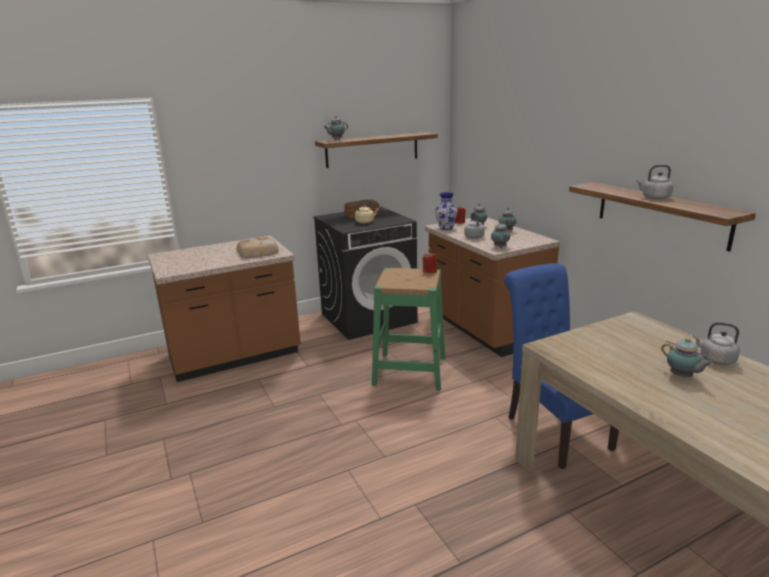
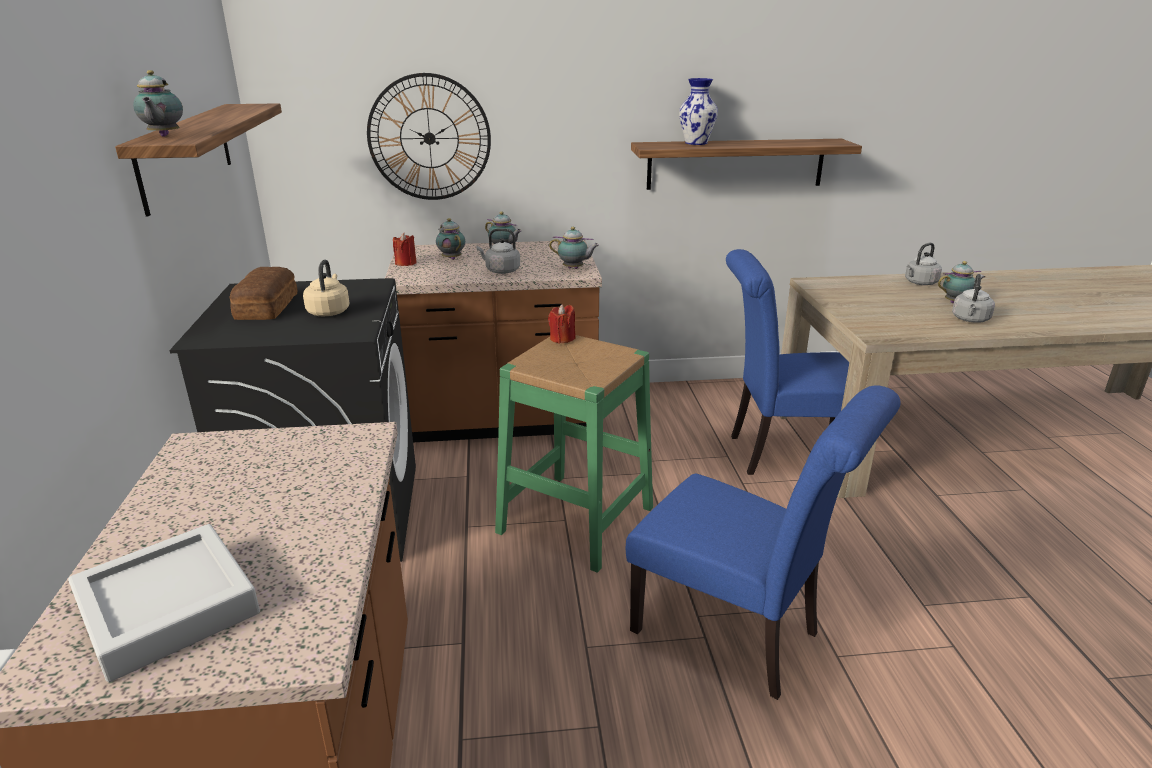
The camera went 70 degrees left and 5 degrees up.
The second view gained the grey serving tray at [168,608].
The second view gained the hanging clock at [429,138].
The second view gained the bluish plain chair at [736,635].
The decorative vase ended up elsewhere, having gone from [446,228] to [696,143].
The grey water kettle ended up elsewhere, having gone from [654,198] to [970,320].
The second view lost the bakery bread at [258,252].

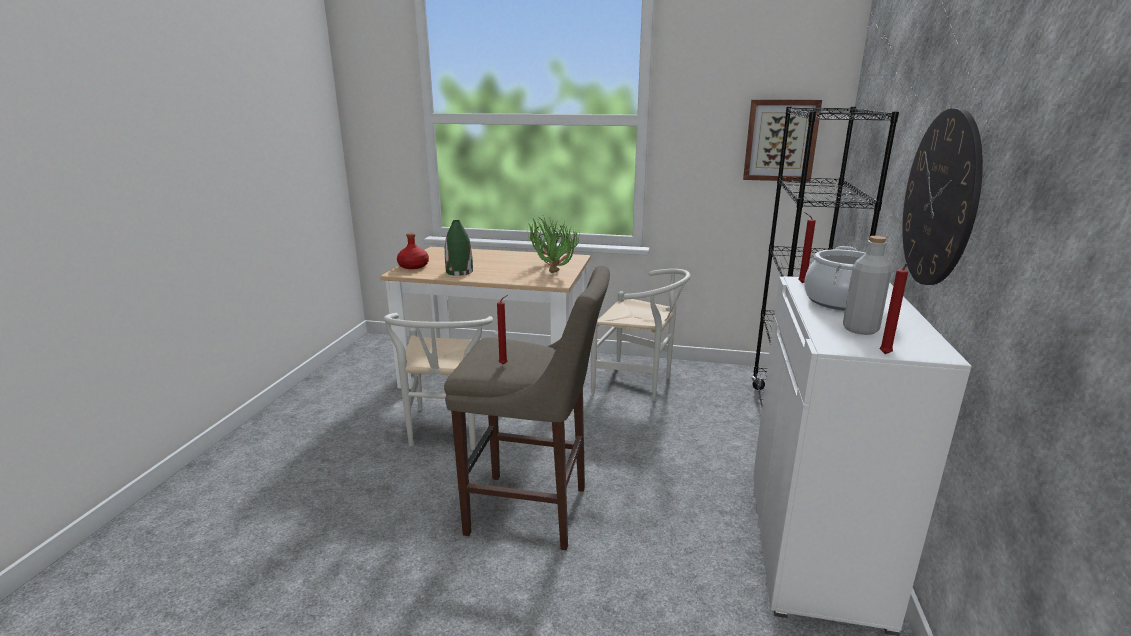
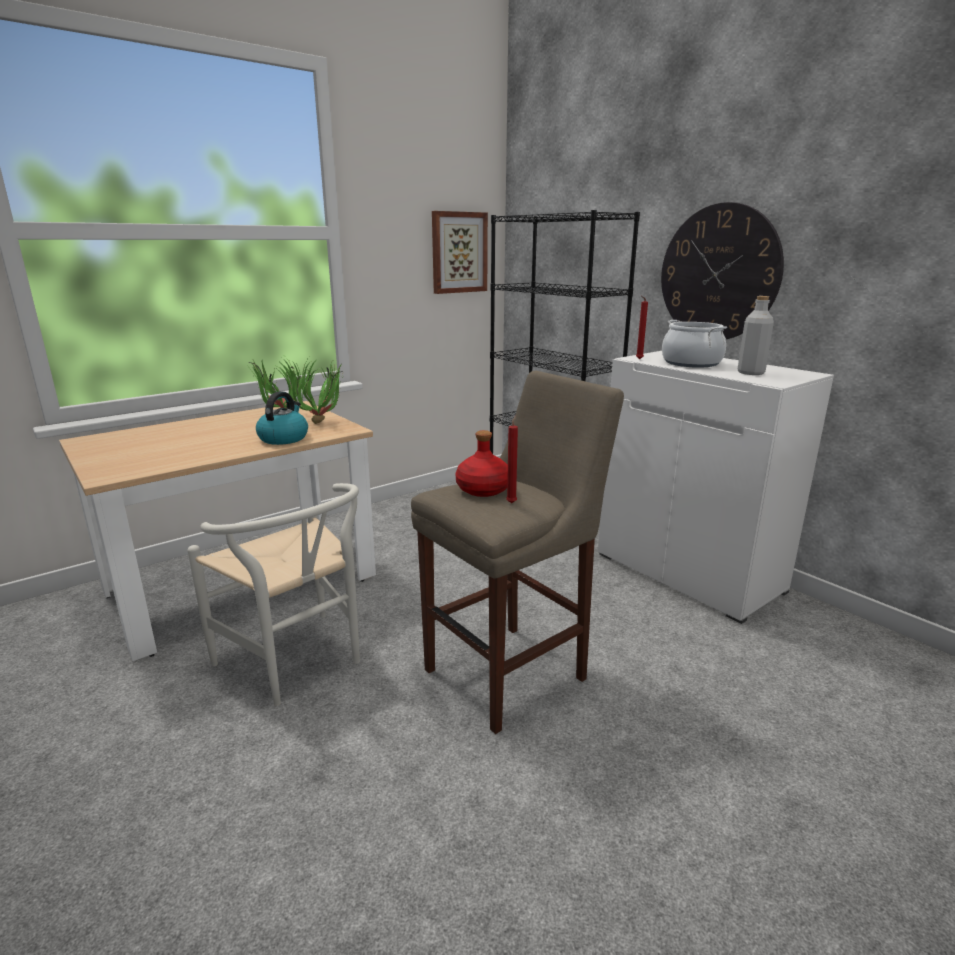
The camera went 50 degrees left and 0 degrees up.
The second view gained the water kettle at [284,438].
The red beverage bottle ended up elsewhere, having gone from [413,266] to [484,489].
The second view lost the greenish decorative vase at [459,271].
The second view lost the white-coloured plain chair at [638,384].
The second view lost the red candle at [885,355].

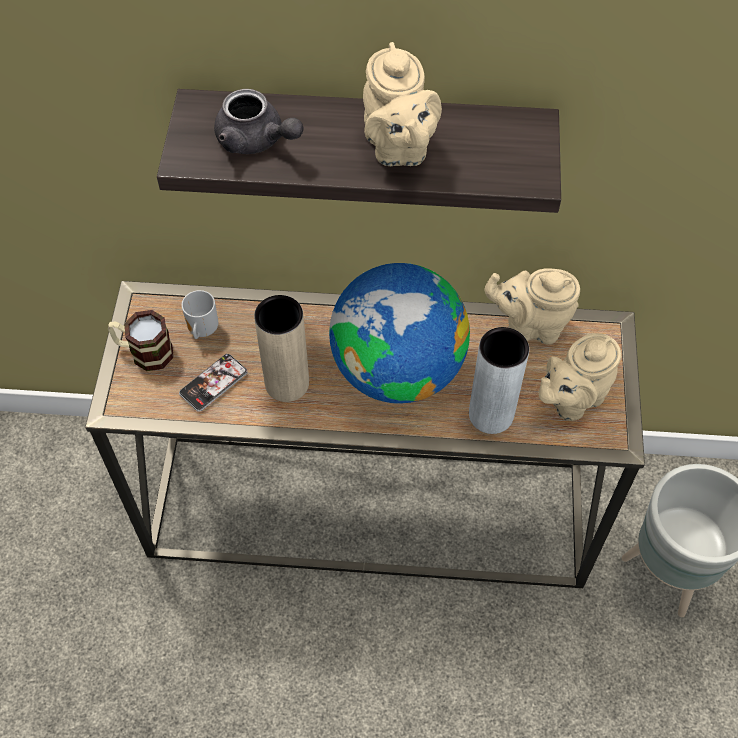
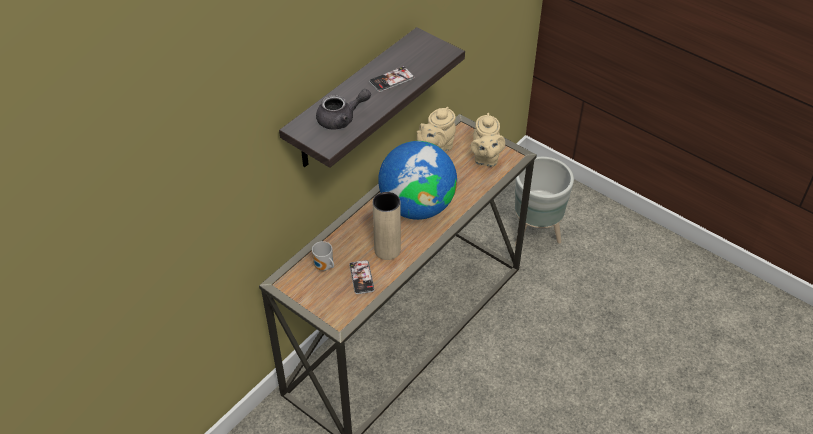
The camera went 55 degrees left and 10 degrees down.
Where the sand-coloured tea pot stood at [398,149], the telephone came to stand at [391,80].
The second view lost the coffee mug at [144,352].
The second view lost the grey decorative vase at [491,414].

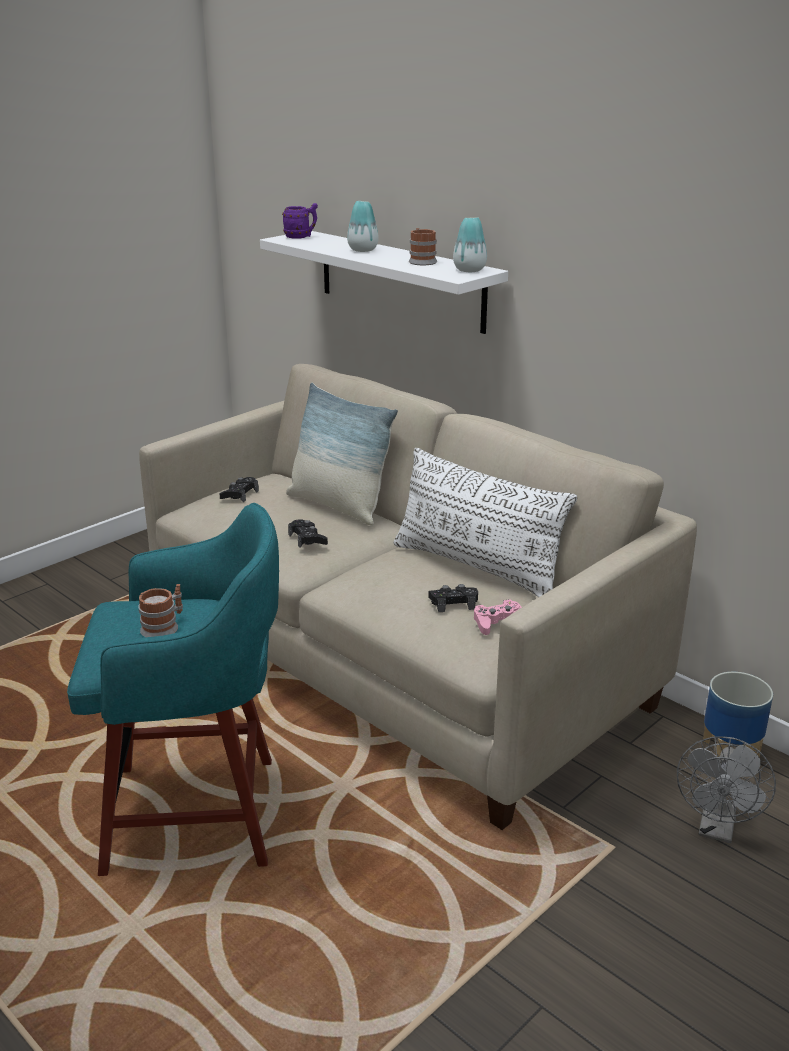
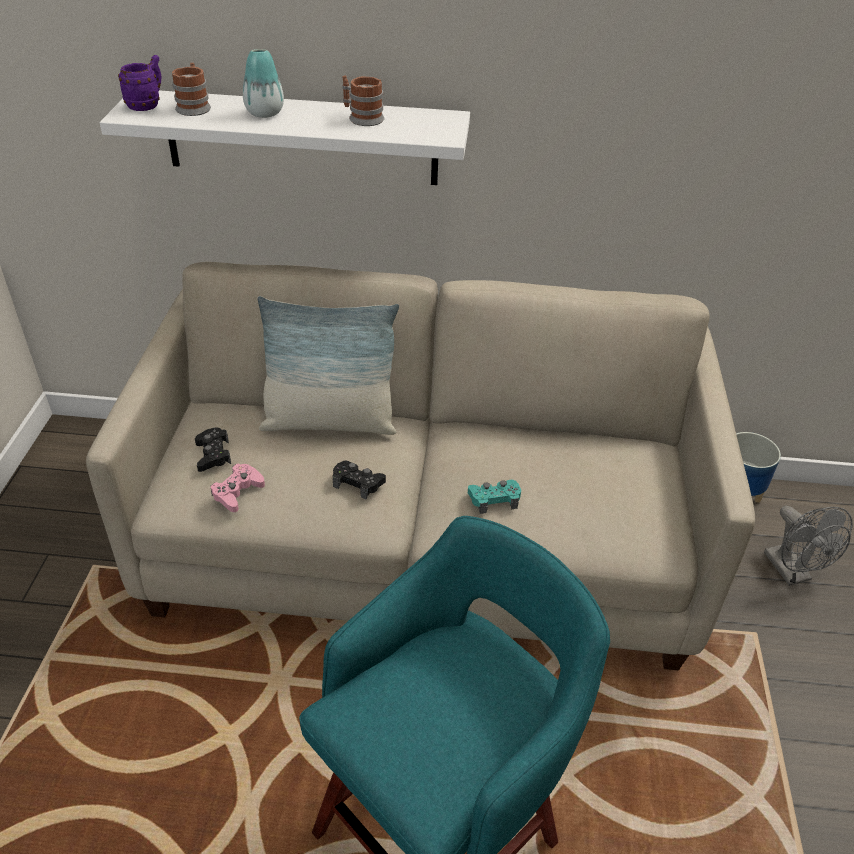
The camera went 40 degrees left and 15 degrees up.
The coffee mug ended up elsewhere, having gone from [164,627] to [194,106].
The pink joypad ended up elsewhere, having gone from [498,623] to [237,492].
The second view gained the turquoise joypad at [494,499].
The second view lost the white-coloured pillow at [477,567].
The second view lost the blackish joypad at [453,603].
The second view lost the decorative vase at [469,270].

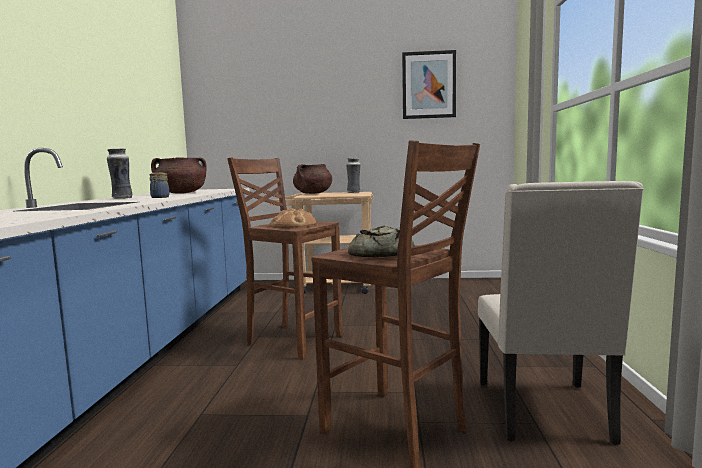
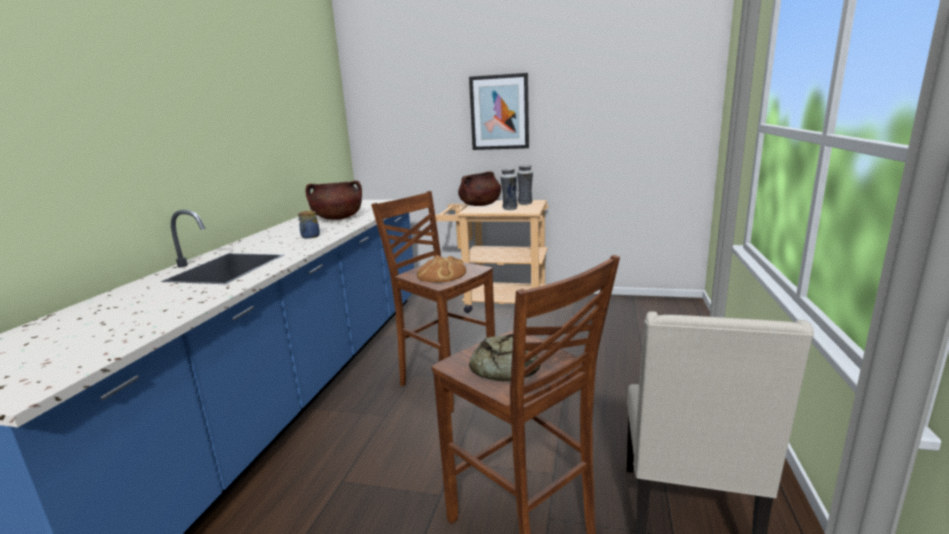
The camera went 10 degrees right and 10 degrees up.
The wall art ended up elsewhere, having gone from [428,85] to [499,112].
The decorative vase ended up elsewhere, having gone from [121,198] to [509,209].

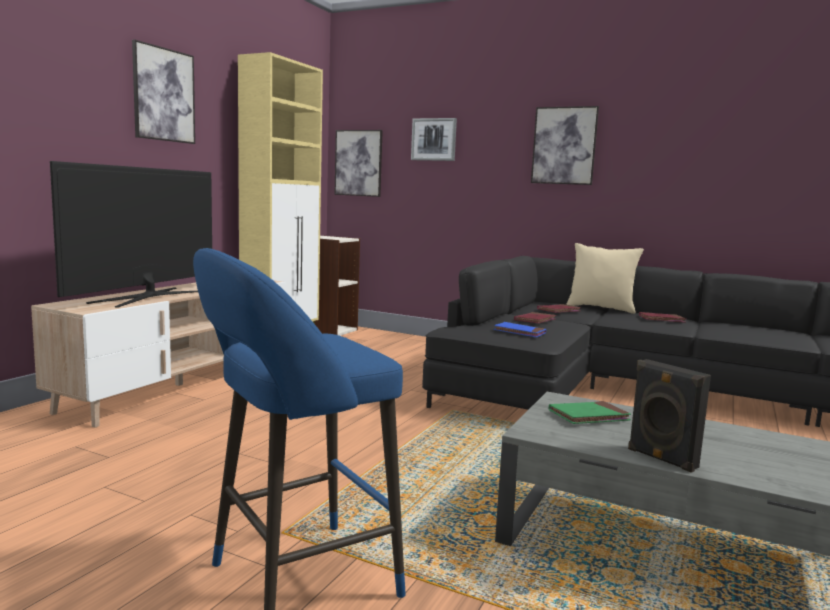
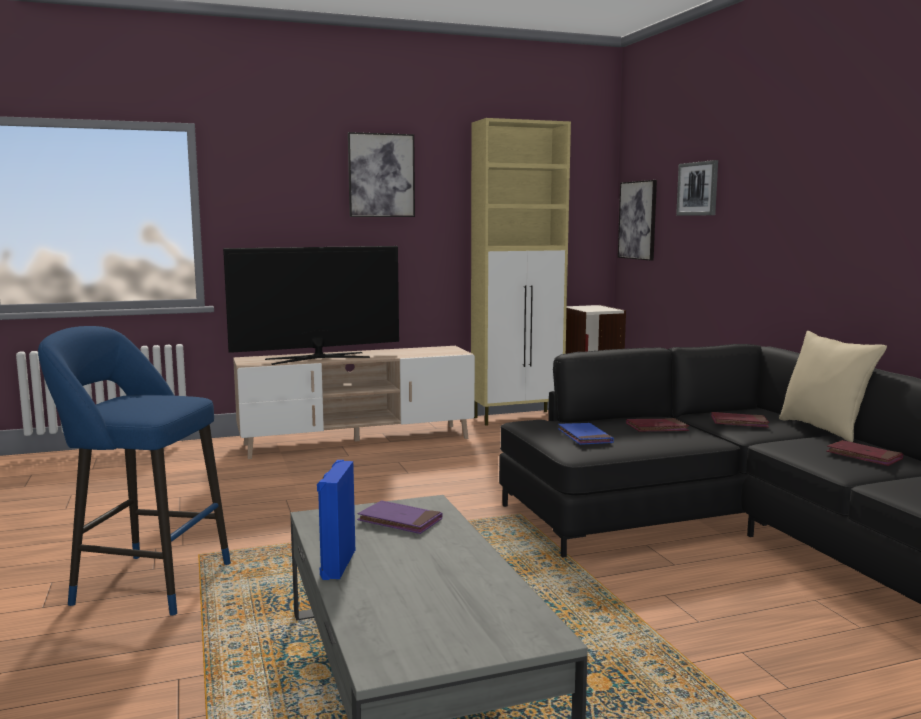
The camera went 45 degrees right and 0 degrees up.
What was the blackish audio speaker at [661,459] turned into the bluish audio speaker at [336,564].
What was the greenish book at [588,416] turned into the purple-coloured book at [400,521].
The second view lost the wall art at [564,145].

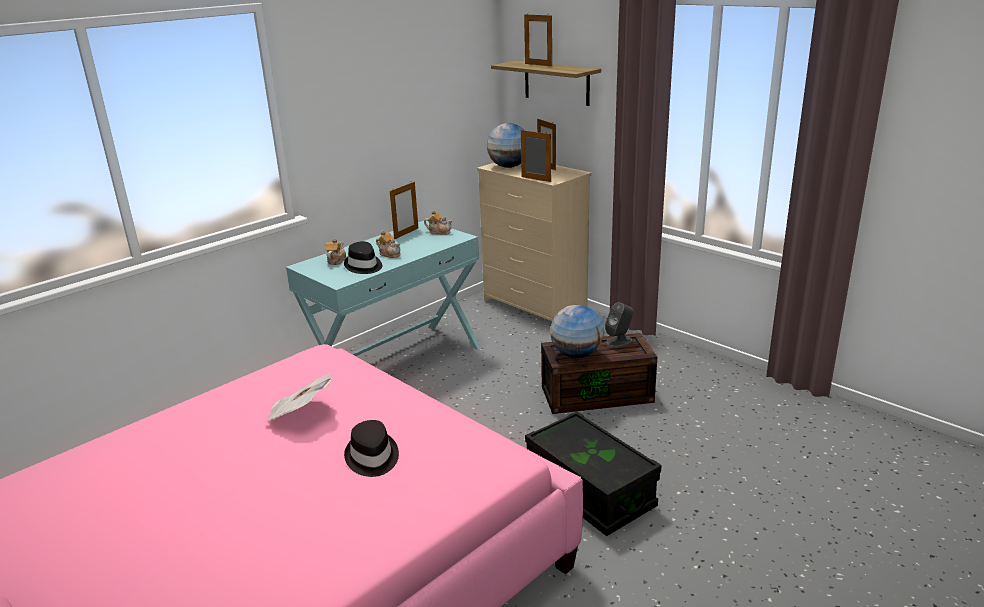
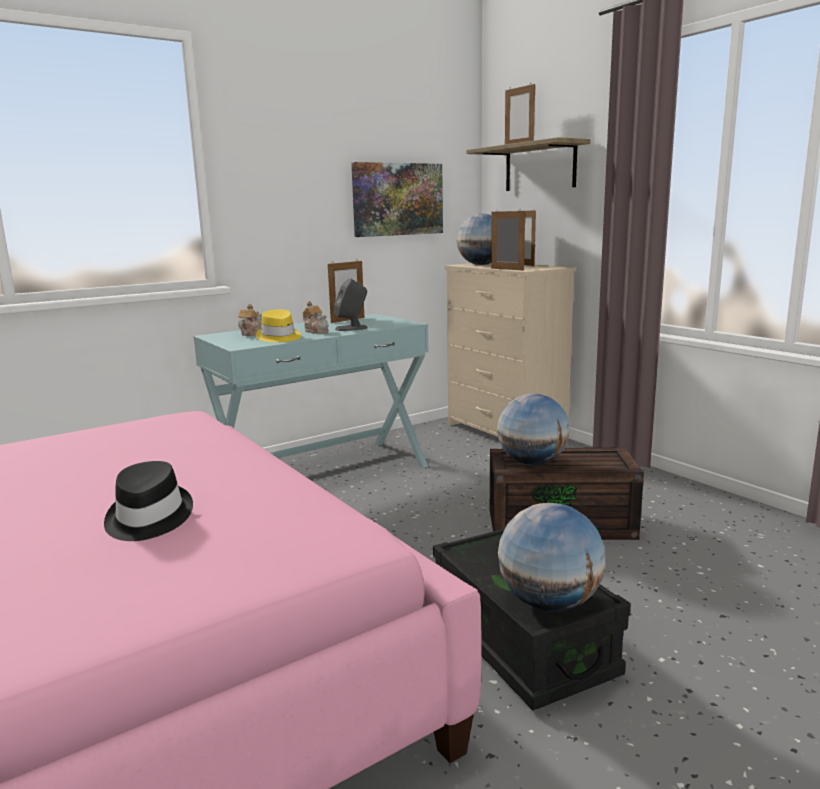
The camera went 10 degrees right and 10 degrees down.
What was the blackish hat at [363,266] turned into the yellowish hat at [278,337].
The grey audio speaker ended up elsewhere, having gone from [619,342] to [352,328].
The second view gained the wall art at [397,199].
The second view gained the globe at [549,603].
The second view lost the newspaper at [300,414].
The second view lost the tea pot at [439,232].

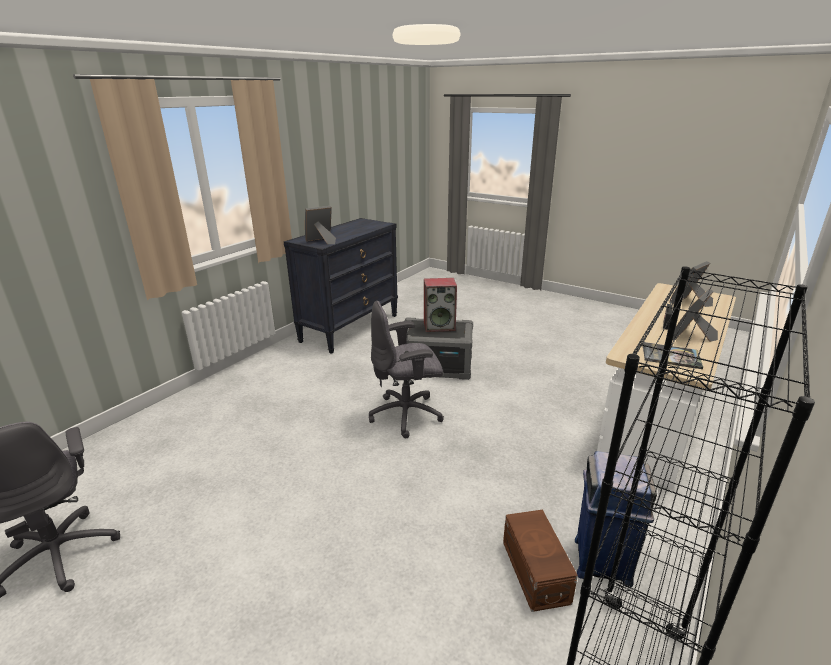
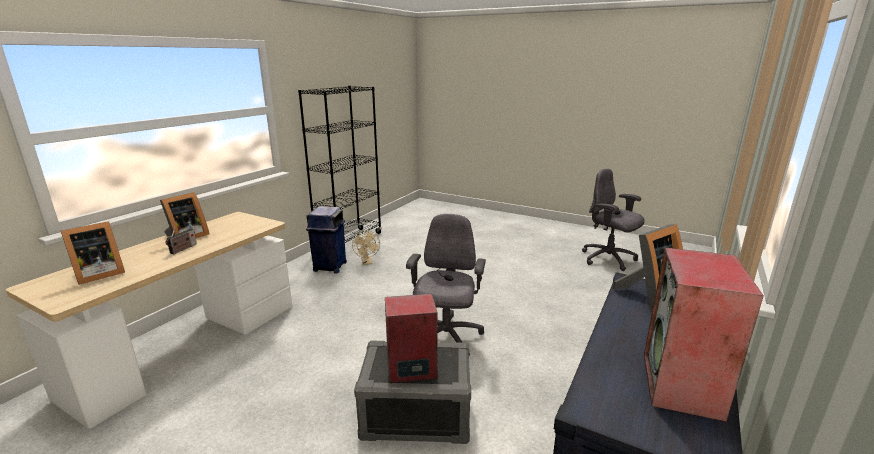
The camera went 175 degrees right and 5 degrees down.
Where the brown storage container stood at [534,573], the sand-coloured cooling fan came to stand at [367,262].
The grey computer chair at [407,415] ended up facing another way, 60 degrees counterclockwise from before.
The second view gained the audio speaker at [682,386].
The second view lost the book at [671,356].

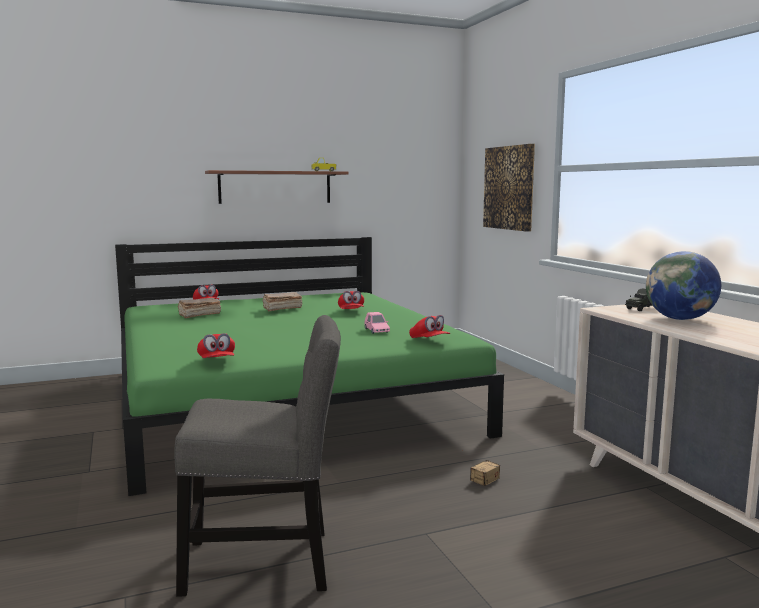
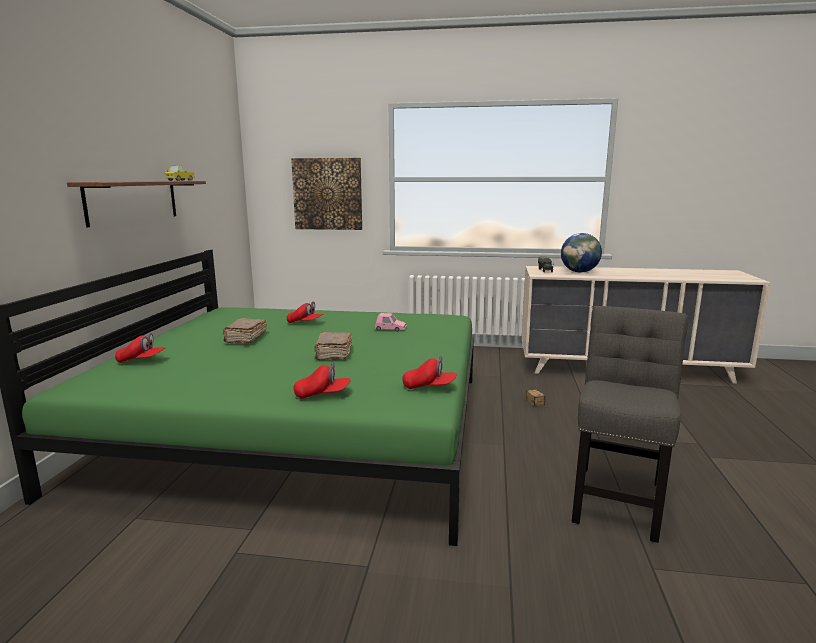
The camera went 60 degrees left and 5 degrees up.
The red cap ended up elsewhere, having gone from [429,341] to [322,395].
The brown book ended up elsewhere, having gone from [199,315] to [333,354].

